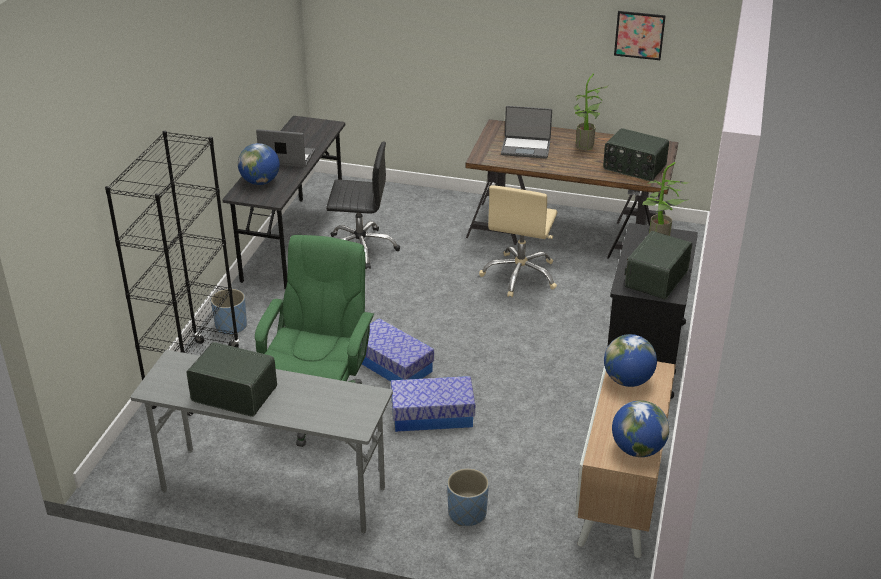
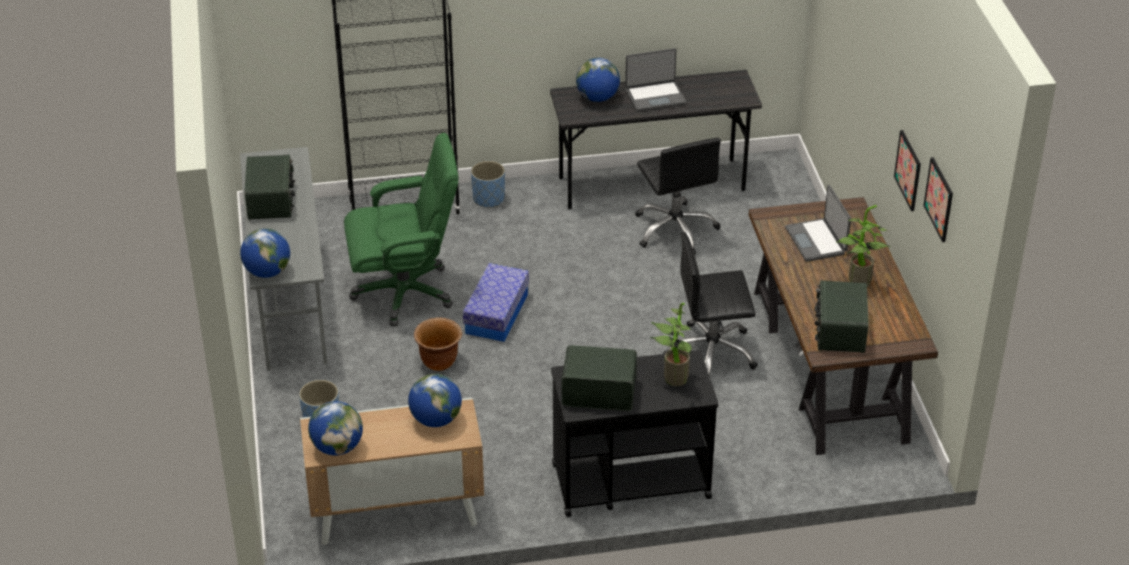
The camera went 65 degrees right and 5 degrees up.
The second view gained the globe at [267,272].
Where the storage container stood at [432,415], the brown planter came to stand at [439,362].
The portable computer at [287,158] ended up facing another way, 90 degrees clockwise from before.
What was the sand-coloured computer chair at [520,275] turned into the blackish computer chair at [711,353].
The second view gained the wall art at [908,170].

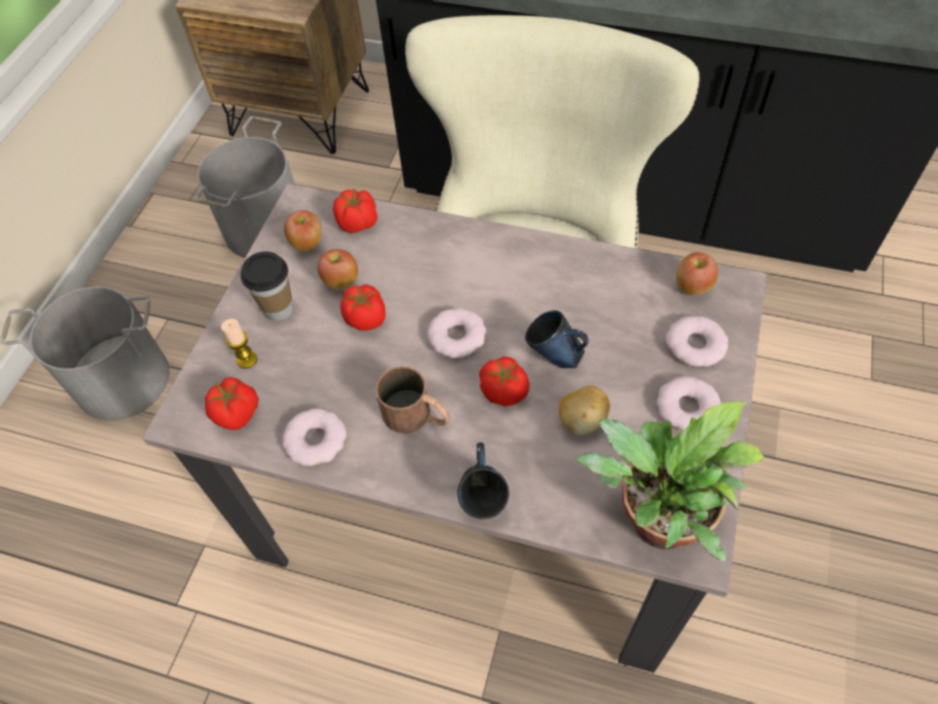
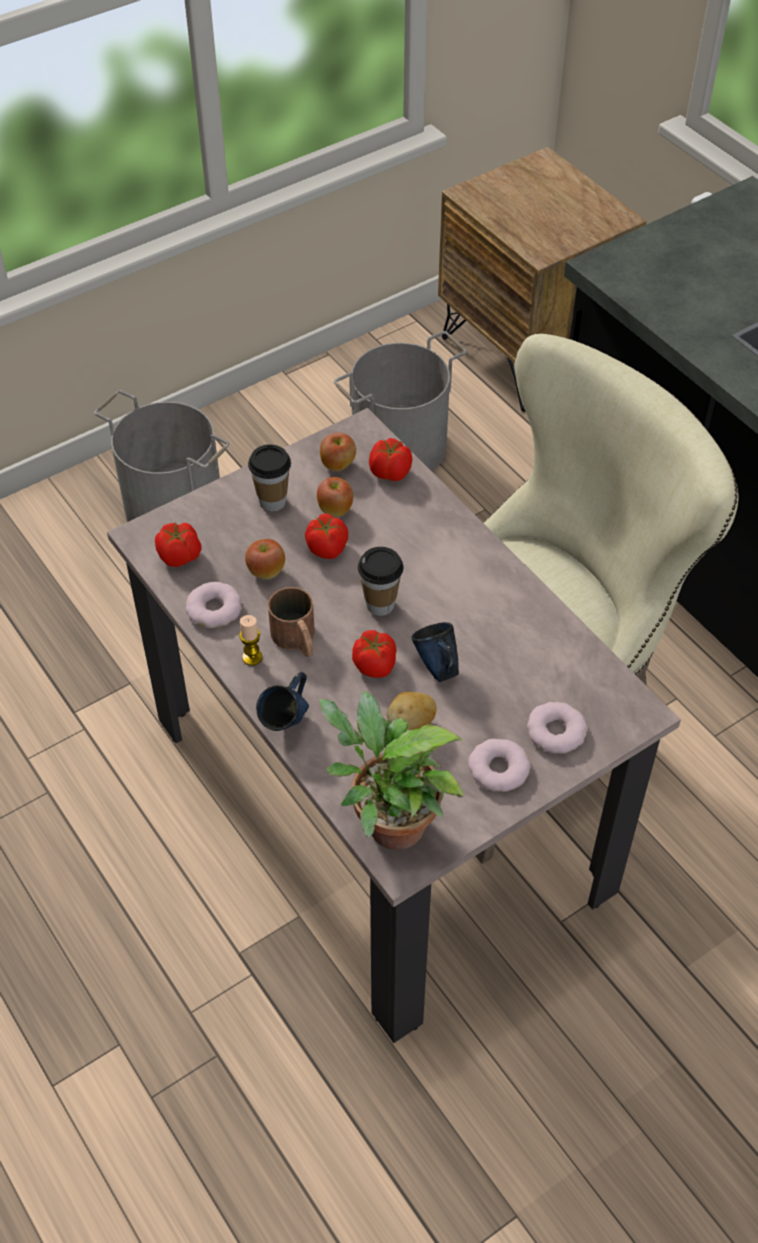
The camera went 35 degrees right and 5 degrees down.
The candle ended up elsewhere, having gone from [247,360] to [252,657].
The apple ended up elsewhere, having gone from [692,287] to [266,572].
Where the doughnut stood at [457,336], the small cup came to stand at [380,604].

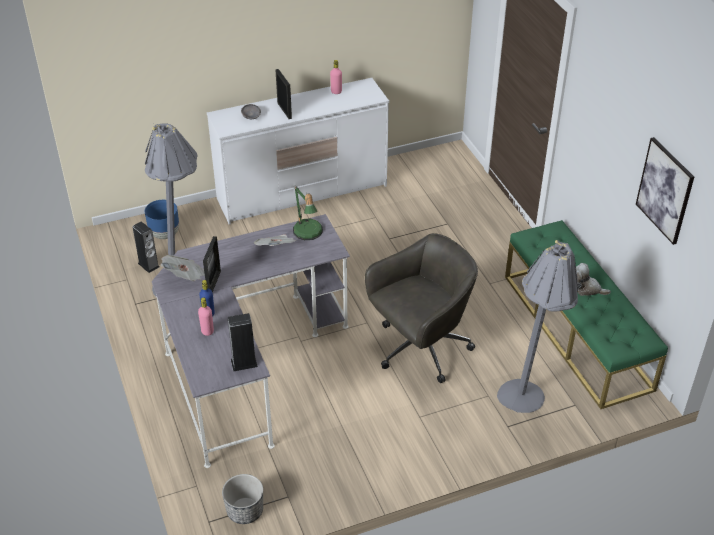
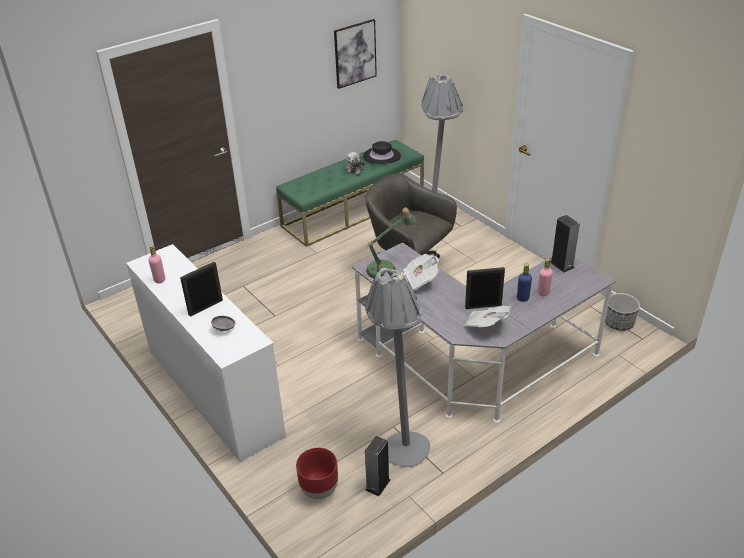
The camera went 105 degrees left and 5 degrees down.
What was the bluish planter at [164,234] turned into the red planter at [319,490].
The second view gained the blackish hat at [381,156].

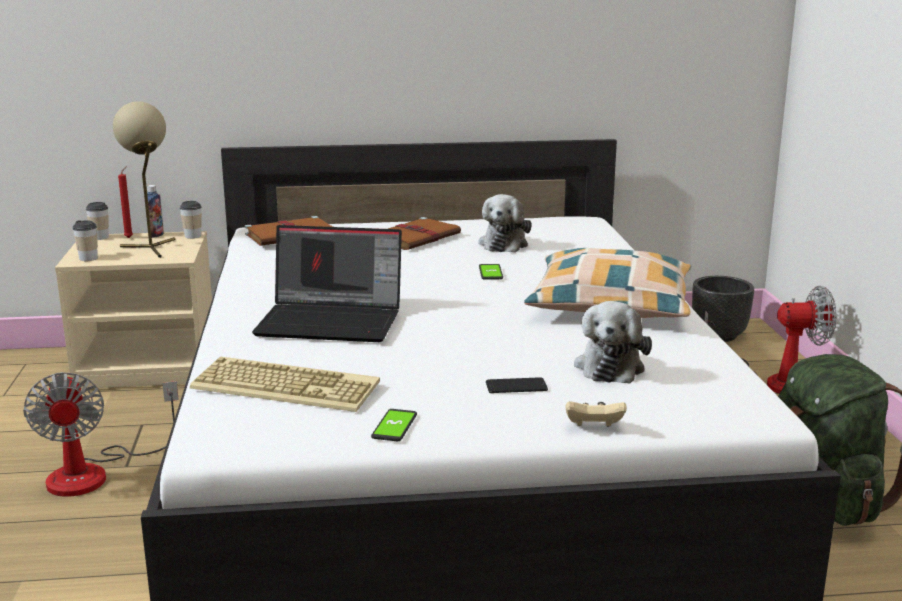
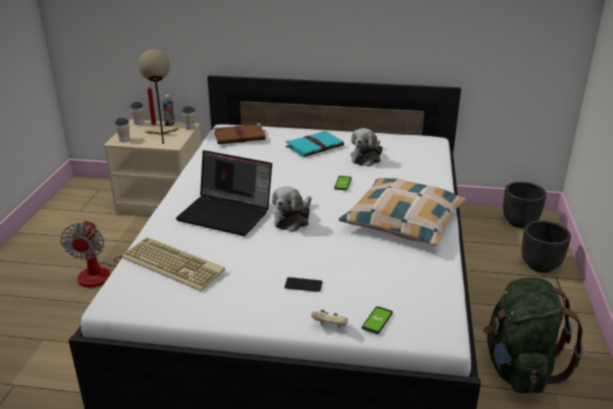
The camera went 15 degrees right and 10 degrees up.
The soft toy ended up elsewhere, having gone from [610,366] to [293,219].
What was the brown book at [417,237] turned into the turquoise book at [315,146].
The telephone ended up elsewhere, having gone from [394,426] to [377,320].
Where the cooling fan stood at [775,380], the blackish planter came to stand at [539,265].

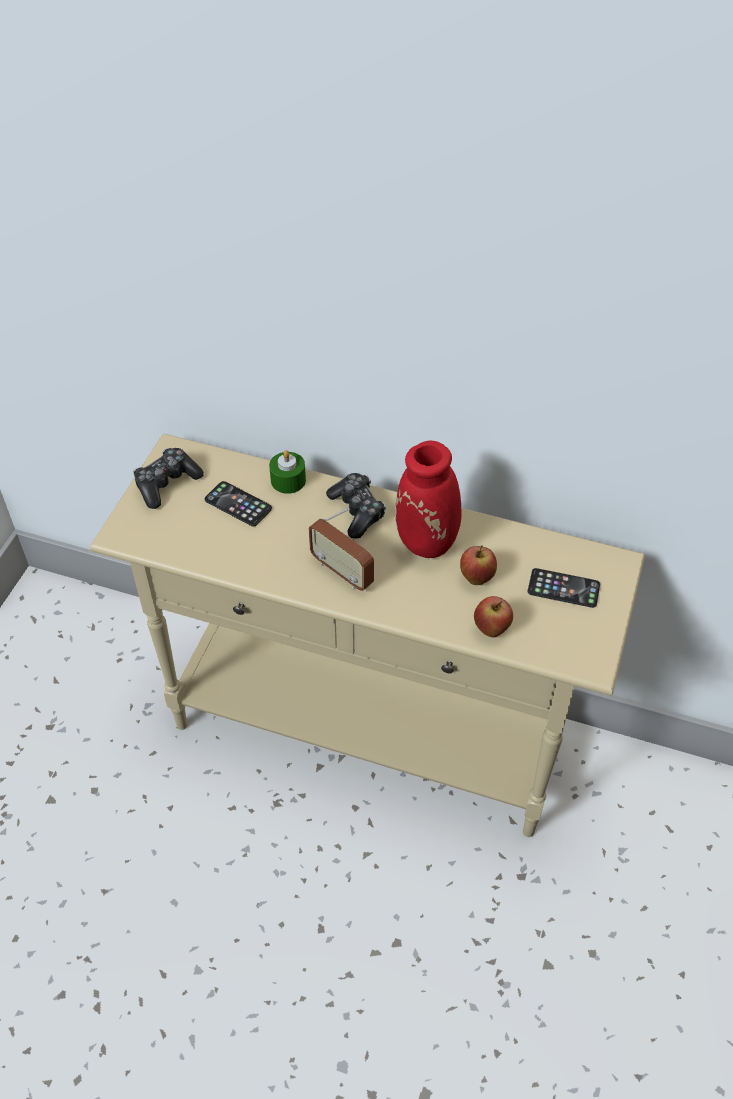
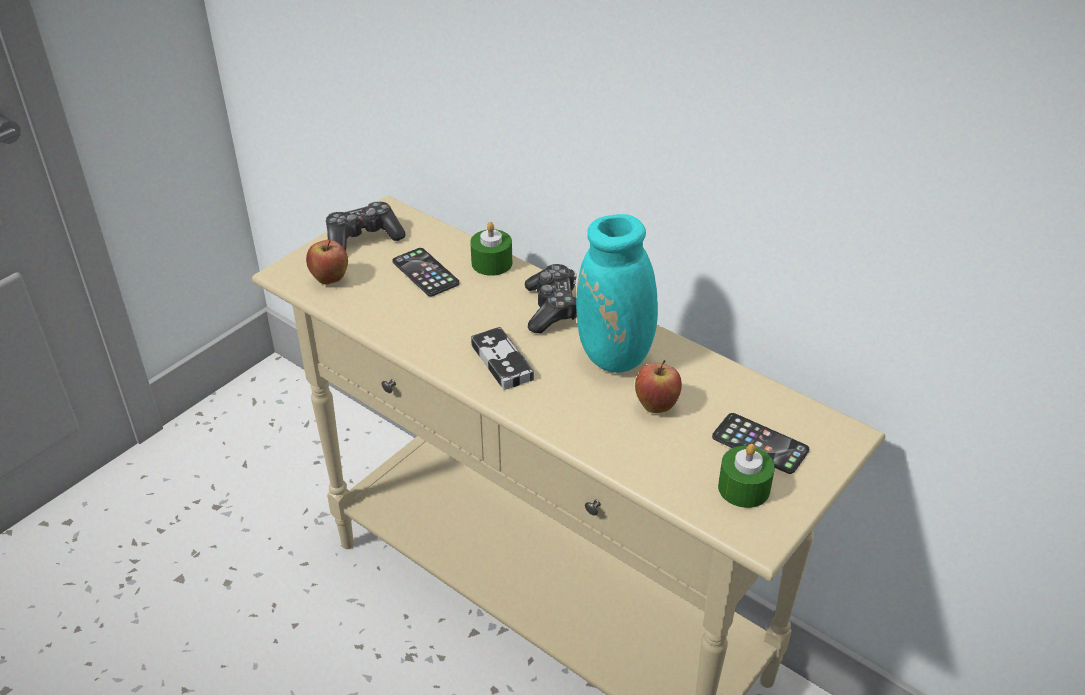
The camera went 20 degrees right and 10 degrees down.
The apple ended up elsewhere, having gone from [491,629] to [330,280].
Where the radio set stood at [342,572], the joypad came to stand at [502,362].
What was the red decorative vase at [431,544] turned into the turquoise decorative vase at [620,360].
The second view gained the greenish candle at [744,488].

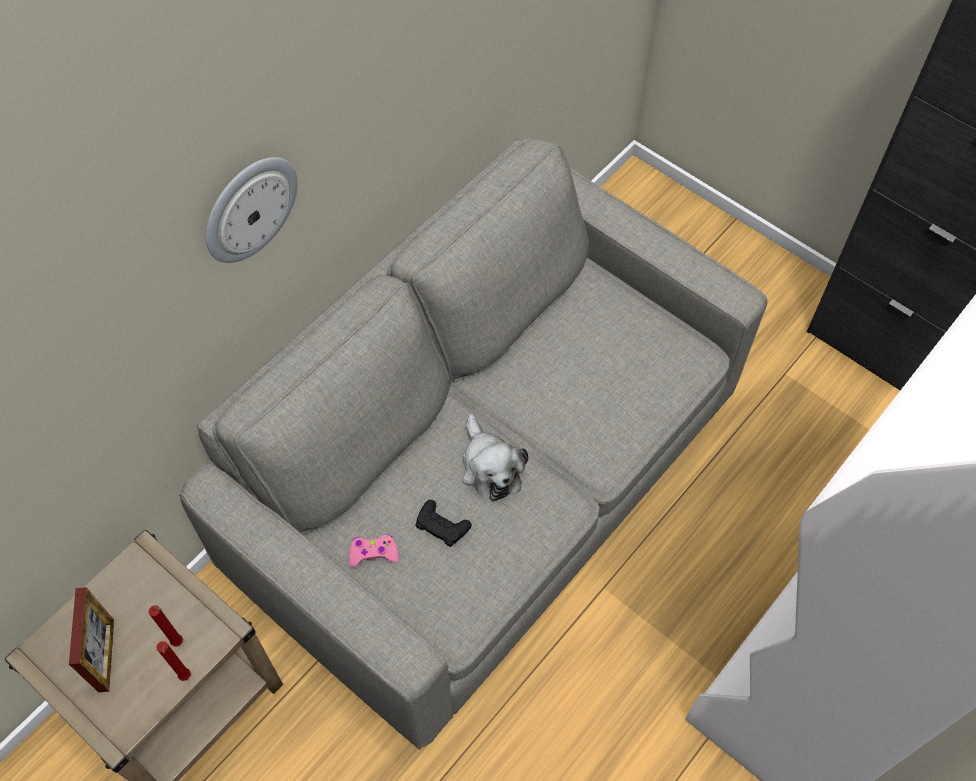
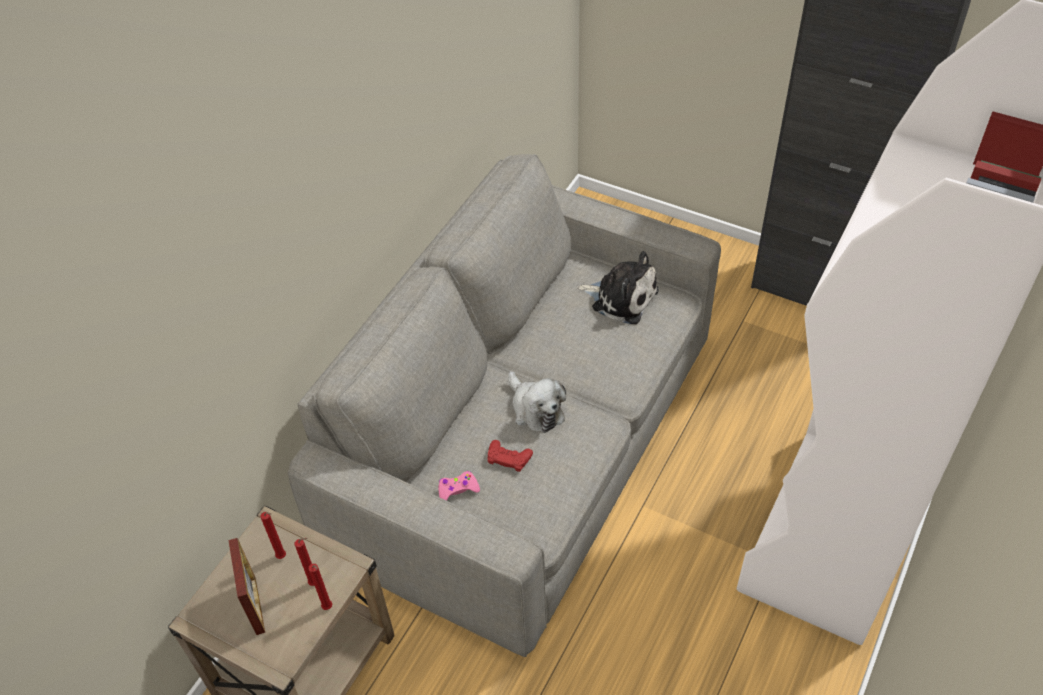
The camera went 10 degrees left and 10 degrees down.
The second view gained the red candle at [283,557].
What was the blackish joypad at [442,525] turned into the red joypad at [508,458].
The second view gained the soft toy at [621,298].
The second view lost the hanging clock at [249,208].

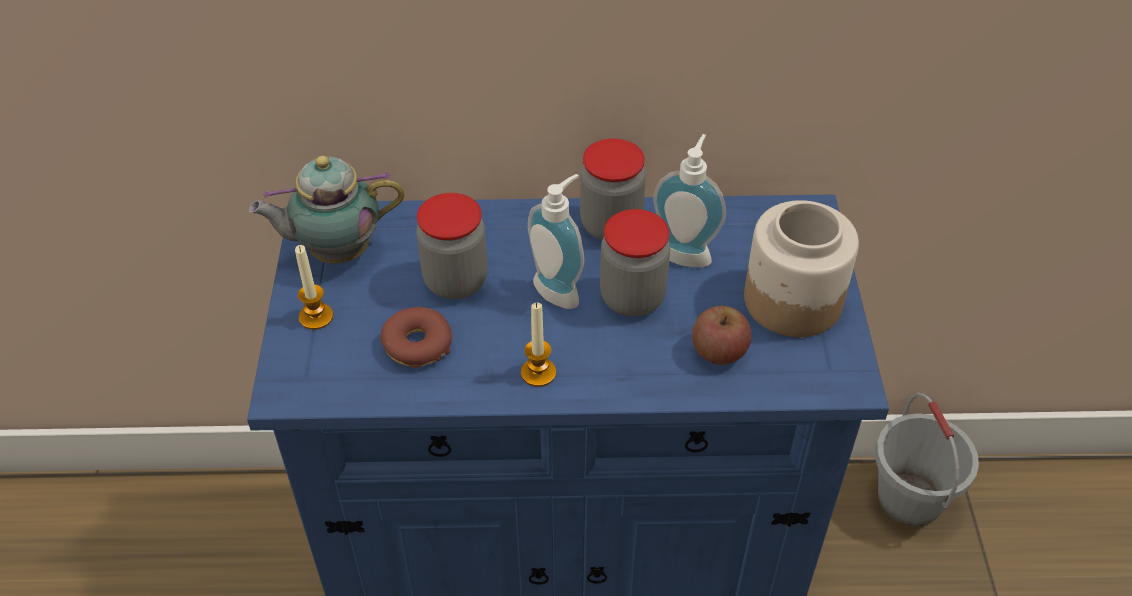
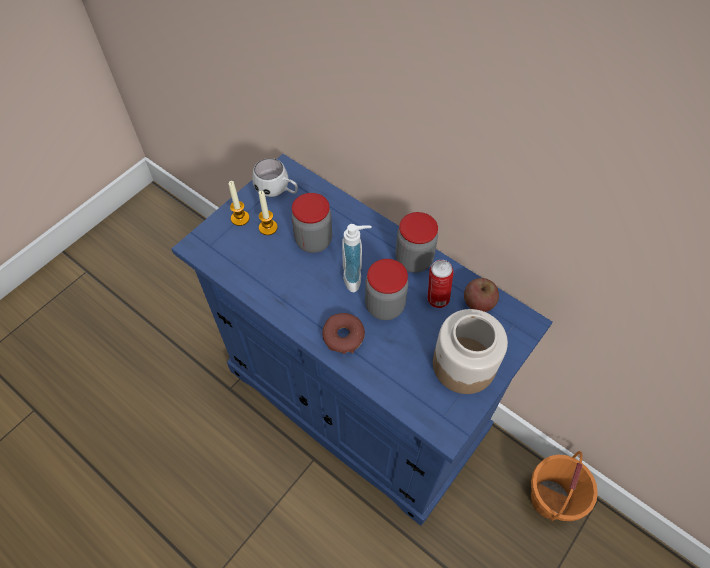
The camera went 40 degrees right and 10 degrees up.
Where the tea pot stood at [335,251], the white-coloured coffee mug came to stand at [277,191].
The candle ended up elsewhere, having gone from [538,373] to [268,227].
The doughnut ended up elsewhere, having gone from [417,344] to [343,336].
Where the soap dispenser stood at [686,251], the sealed can came to stand at [436,299].
The apple ended up elsewhere, having gone from [719,351] to [478,302].
What was the grey bucket at [910,499] turned into the orange bucket at [550,499].

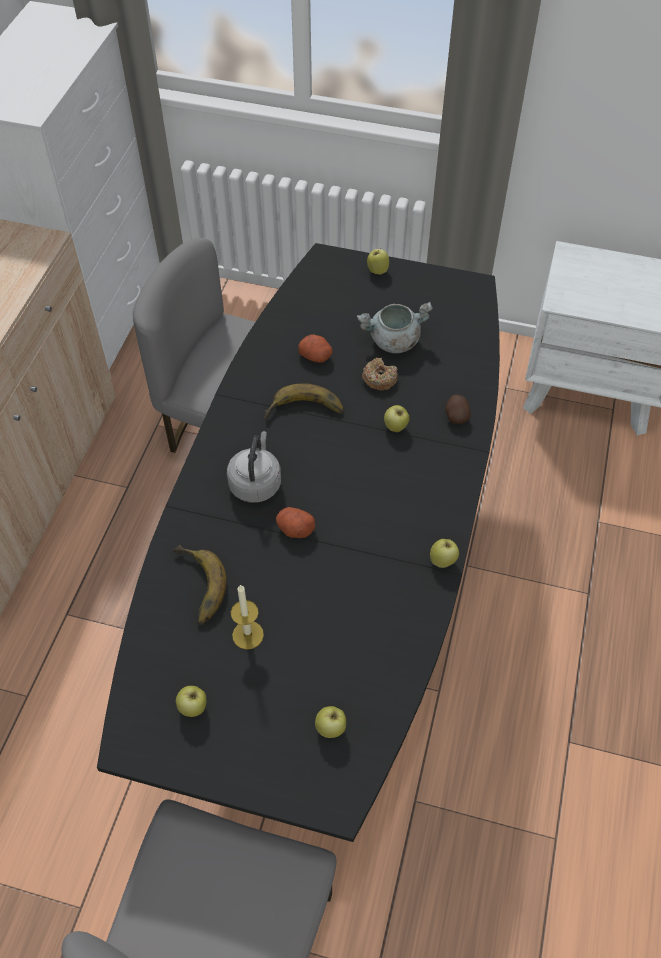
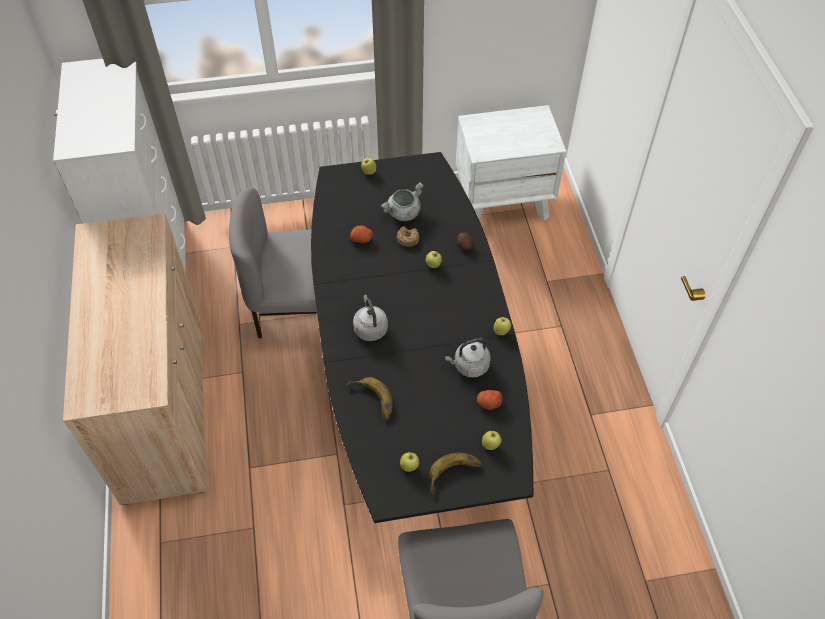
The camera went 25 degrees left and 0 degrees up.
The whole banana ended up elsewhere, having gone from [305,413] to [455,476].
The second view gained the grey water kettle at [469,366].
The whole potato ended up elsewhere, having gone from [295,529] to [488,403].
The second view lost the candle at [248,635].

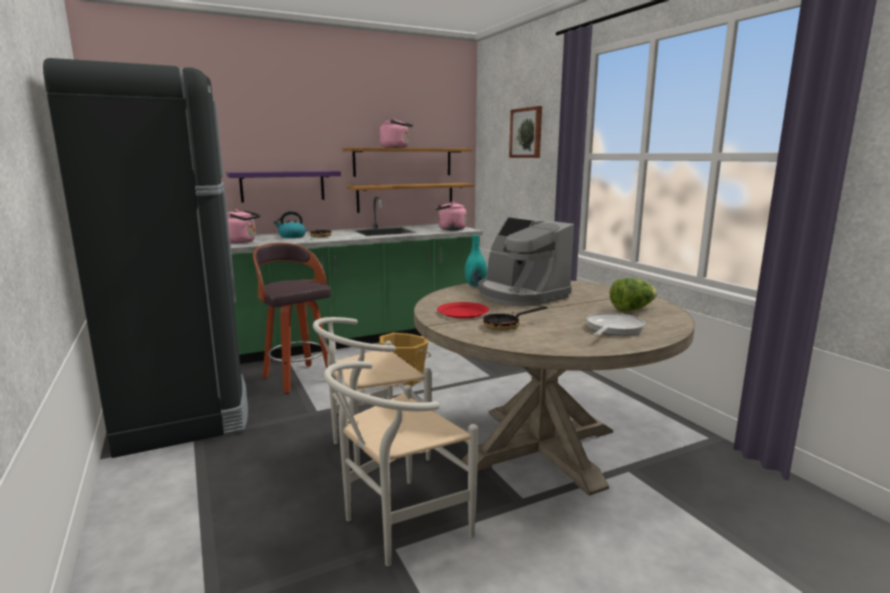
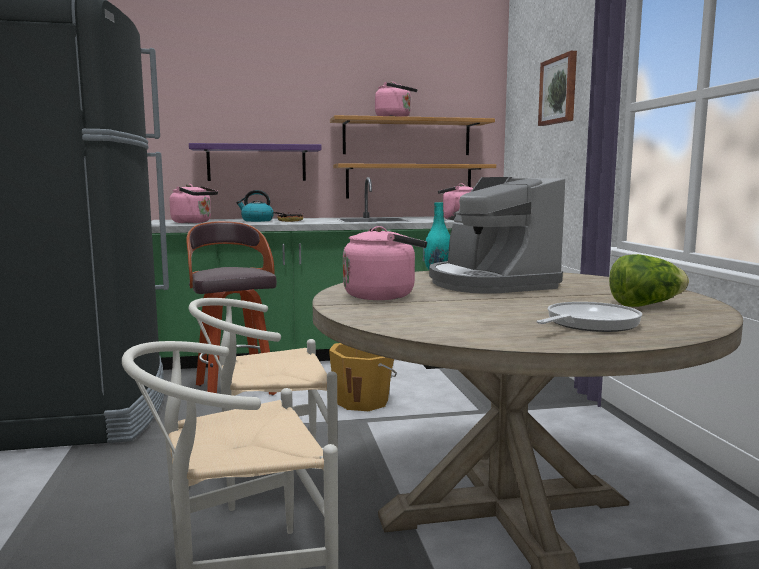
The camera went 15 degrees right and 5 degrees down.
Where the red plate stood at [463,312], the pink water kettle came to stand at [383,295].
The second view lost the skillet at [507,326].

